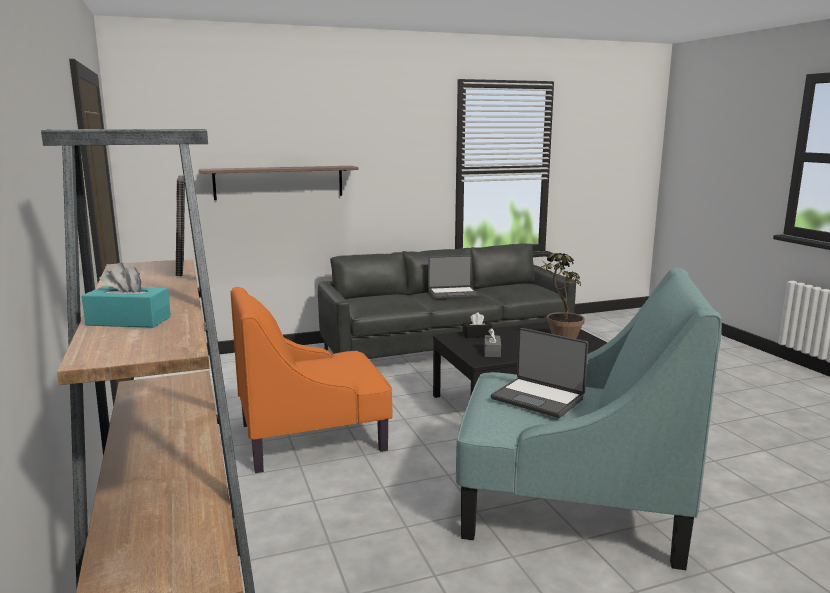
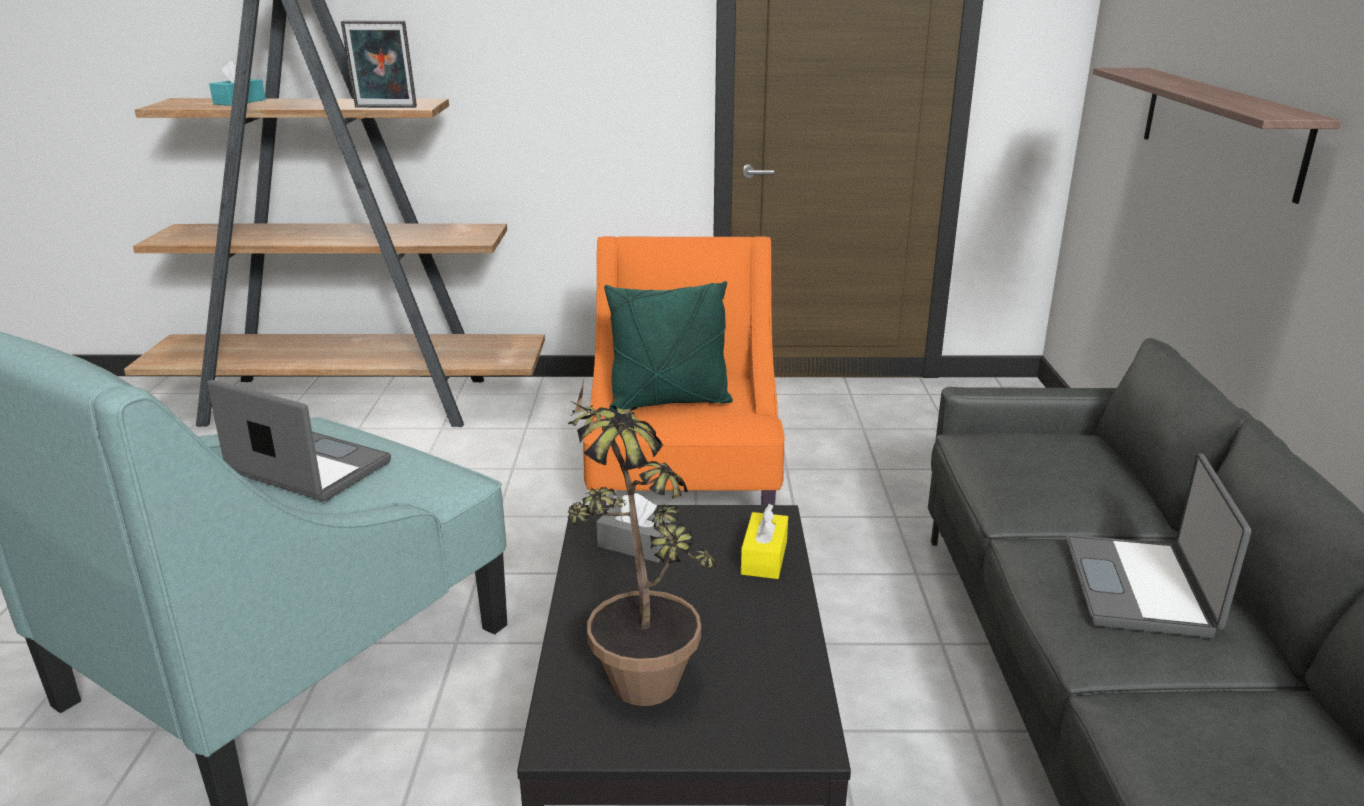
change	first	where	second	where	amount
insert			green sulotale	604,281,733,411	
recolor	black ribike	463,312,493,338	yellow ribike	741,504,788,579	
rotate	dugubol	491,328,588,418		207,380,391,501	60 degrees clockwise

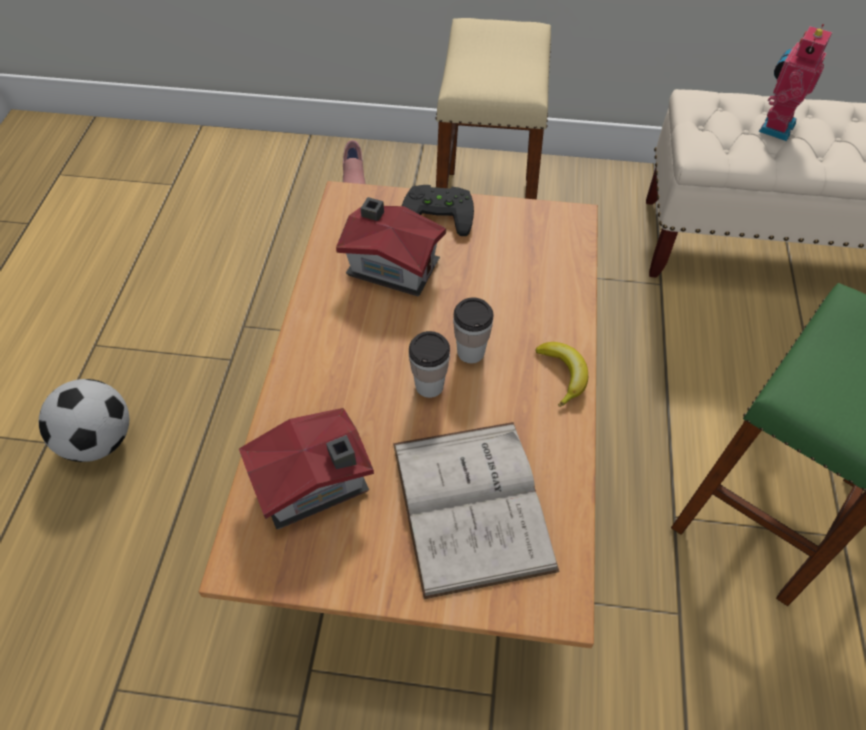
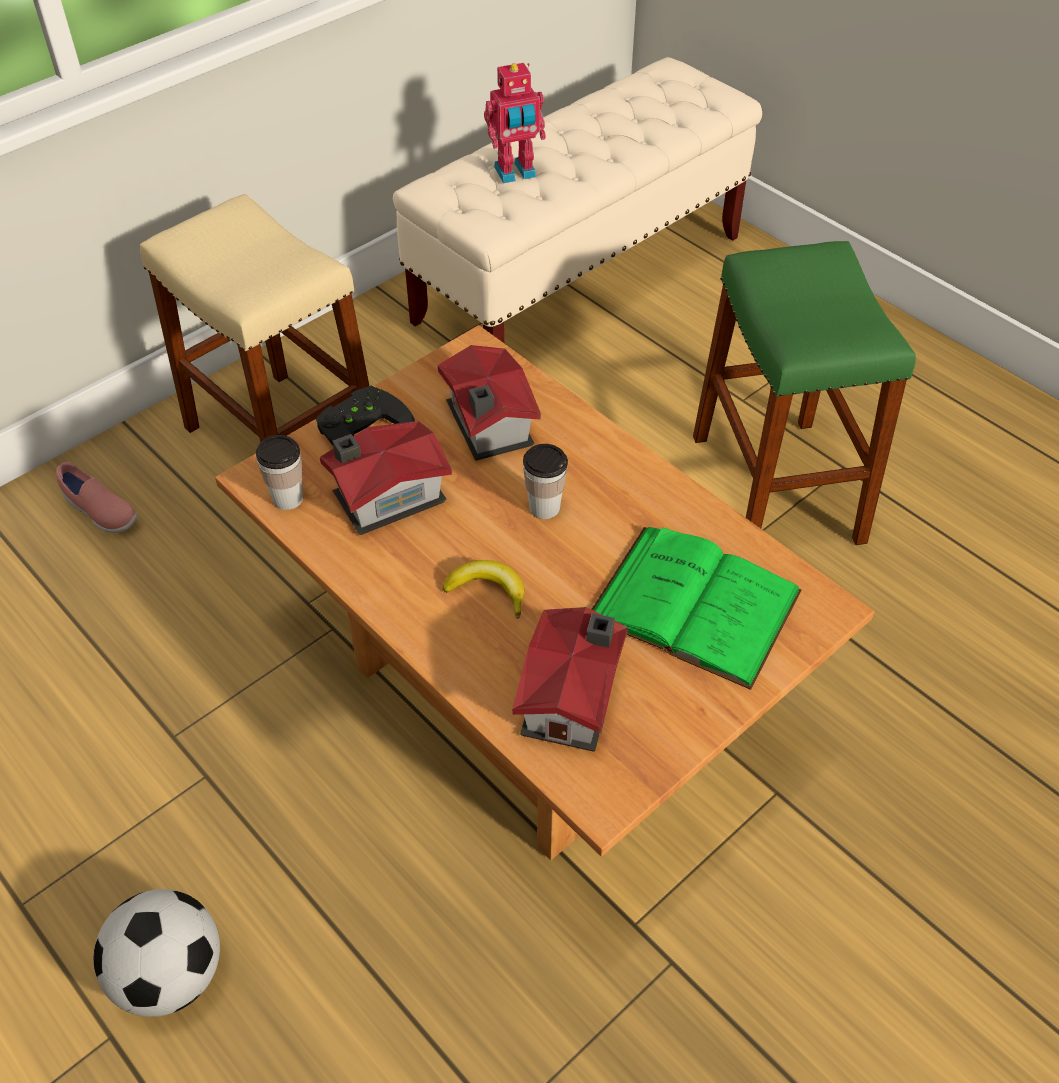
change	first	where	second	where	amount
insert			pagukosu	438,345,541,461	
move	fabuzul	409,331,450,398		256,435,303,510	
move	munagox	535,342,588,407		443,560,525,619	
recolor	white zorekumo	393,422,560,599	green zorekumo	591,527,802,690	
rotate	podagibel	759,24,832,141		484,63,546,183	90 degrees counterclockwise

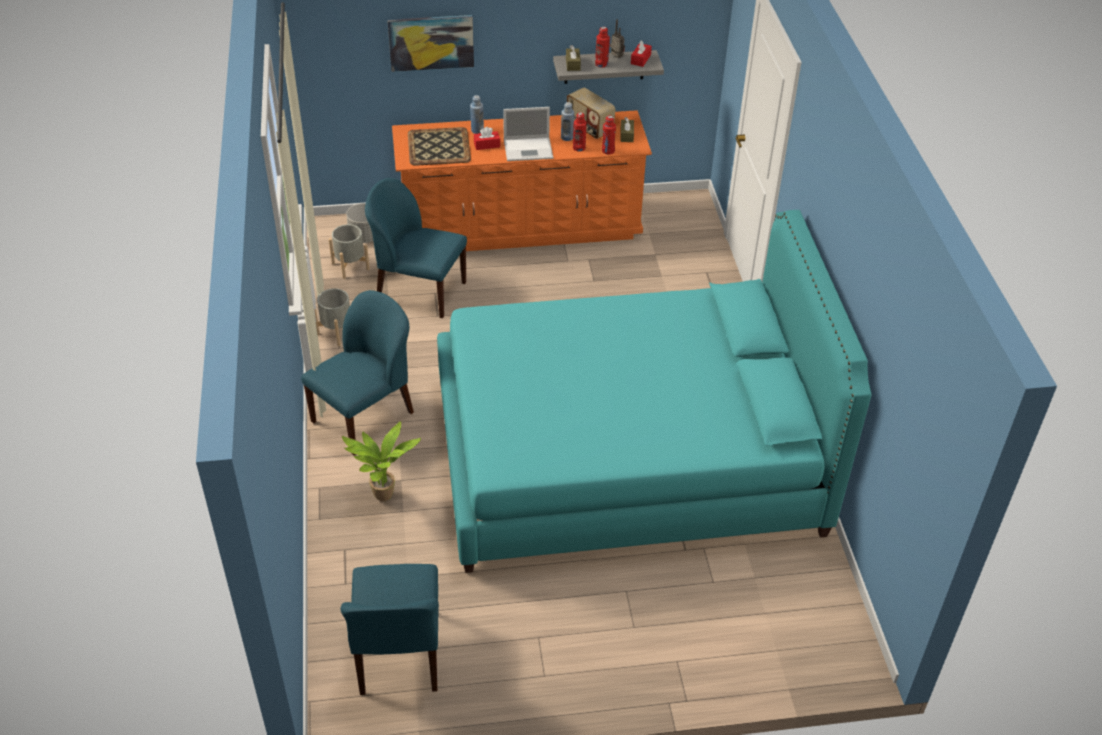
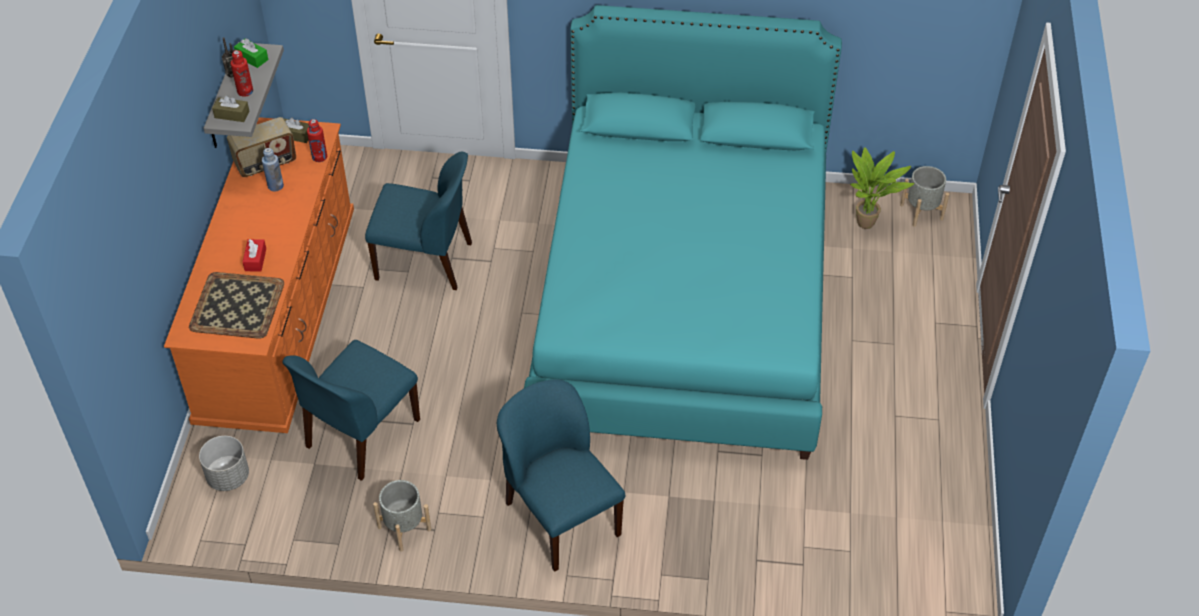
change	first	where	second	where	amount
delete	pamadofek	387,15,474,72			
delete	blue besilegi	470,95,484,134			
delete	dugubol	503,107,553,161			
delete	red besilegi	573,112,587,152			
move	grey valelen	329,224,370,279		900,166,949,227	
move	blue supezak	340,564,439,695		365,152,472,290	
move	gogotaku	342,421,421,501		850,147,914,229	
recolor	red ribike	631,40,652,67	green ribike	234,39,268,68	

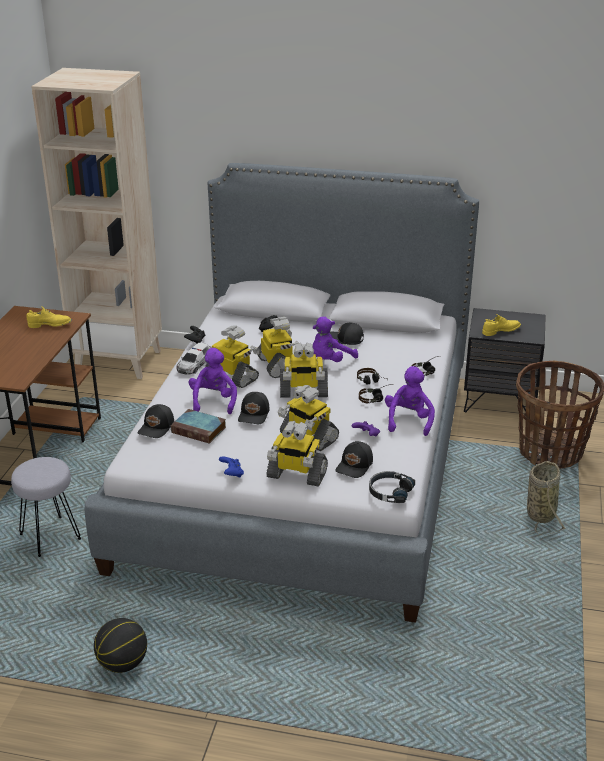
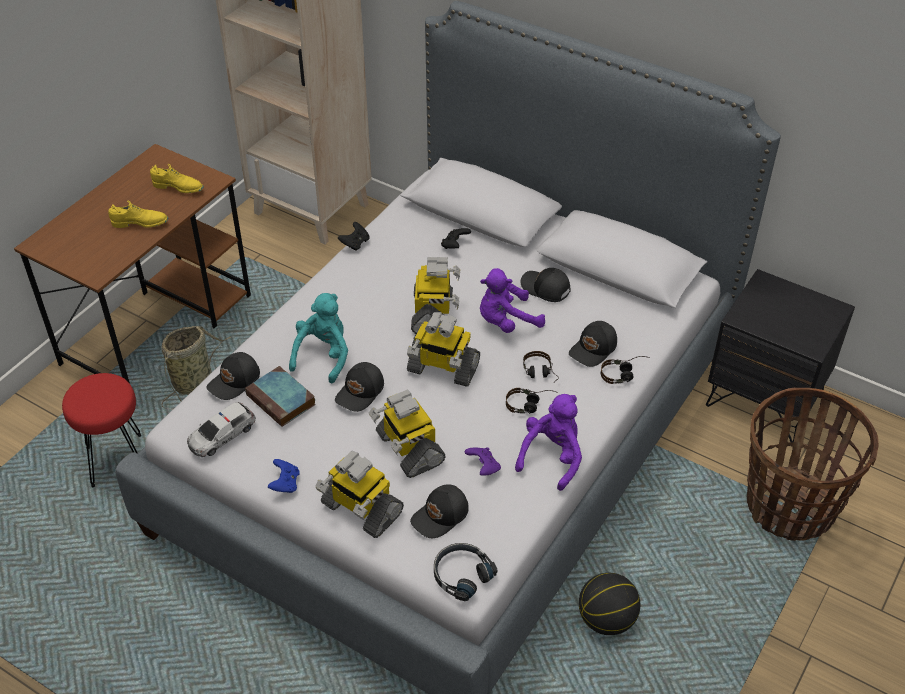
change	first	where	second	where	amount
delete	podagibel	206,325,260,388			
insert			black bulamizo	569,321,617,367	
move	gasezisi	94,618,147,673		579,573,640,635	
move	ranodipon	177,343,212,375		187,402,256,457	
move	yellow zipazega	482,314,521,336		108,201,168,228	
move	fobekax	527,461,566,535		161,326,231,409	
recolor	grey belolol	11,457,81,557	red belolol	62,373,141,488	
recolor	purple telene	189,348,237,414	turquoise telene	289,293,348,383	

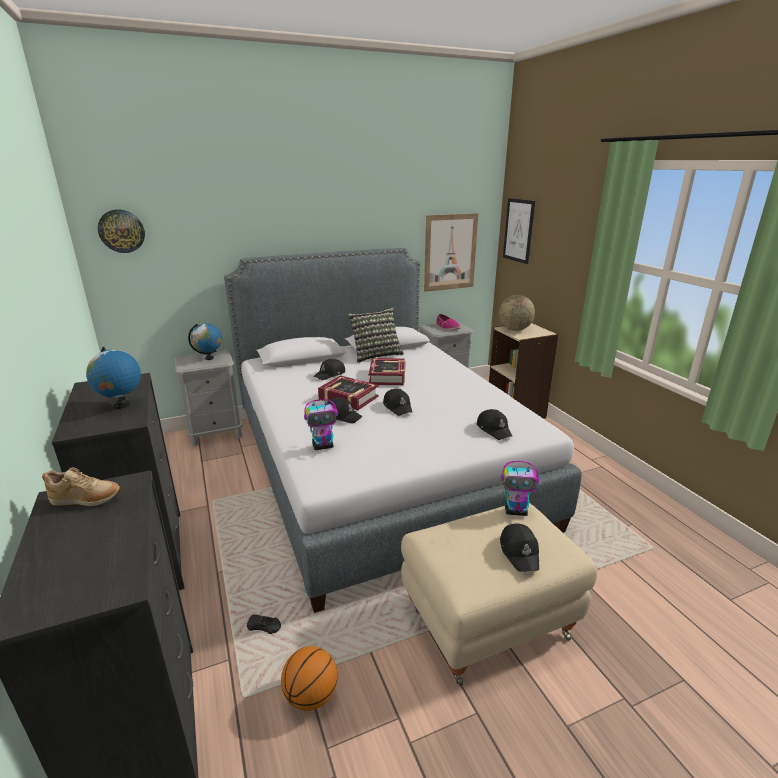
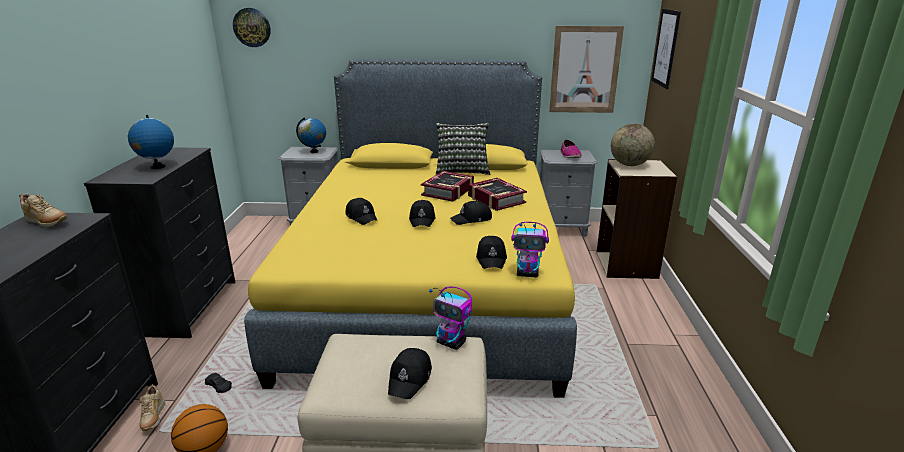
change	first	where	second	where	amount
insert			beige zipazega	139,384,165,431	
move	podagibel	304,399,338,450		511,222,549,278	
move	black bulamizo	313,359,345,380		450,201,492,225	
move	zorekumo	318,375,379,410		468,178,527,211	
recolor	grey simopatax	224,248,582,613	yellow simopatax	244,59,577,398	

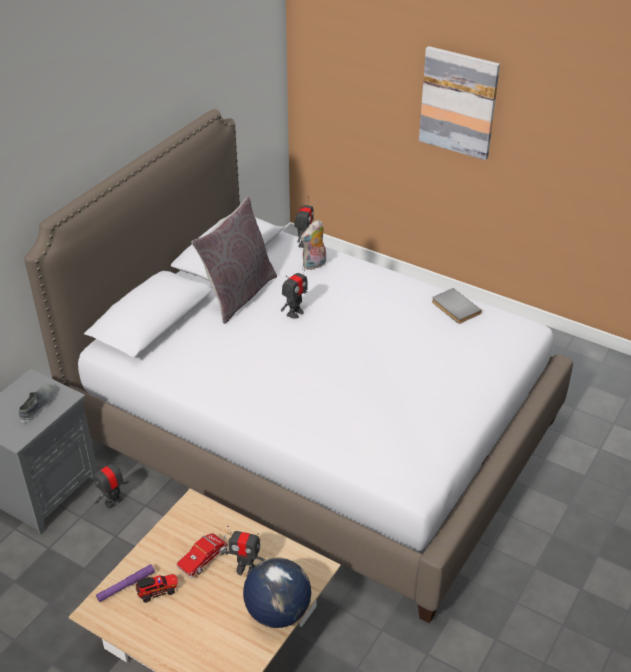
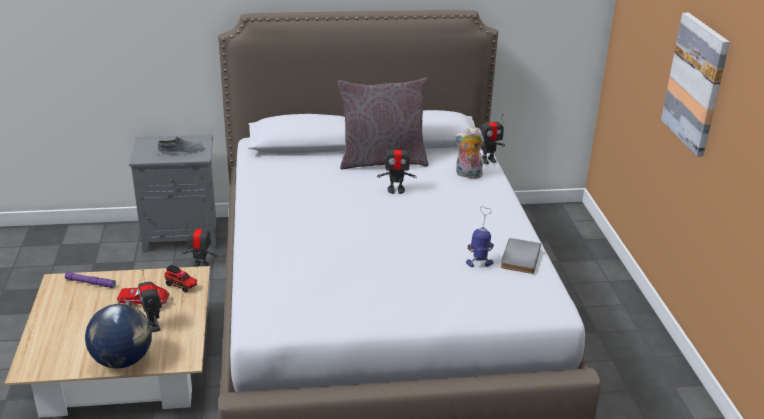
change	first	where	second	where	amount
insert			podagibel	466,206,494,267	
move	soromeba	136,574,178,603		164,265,197,293	

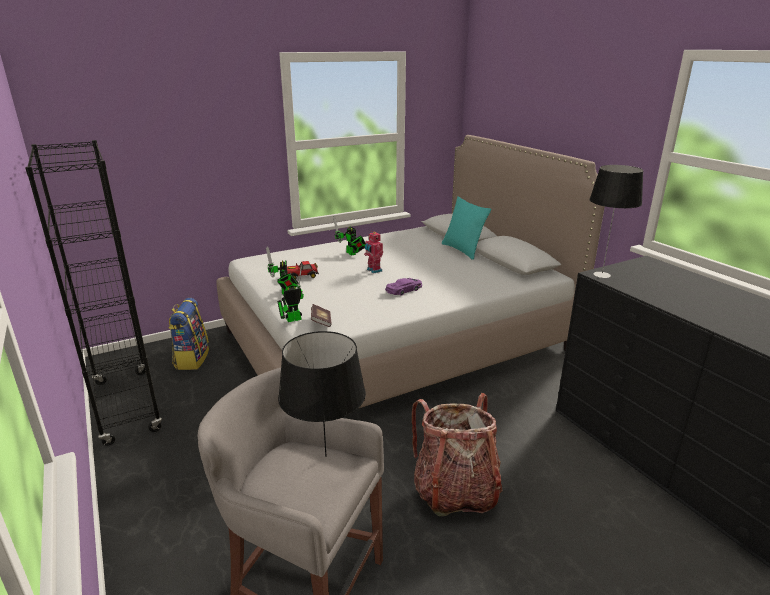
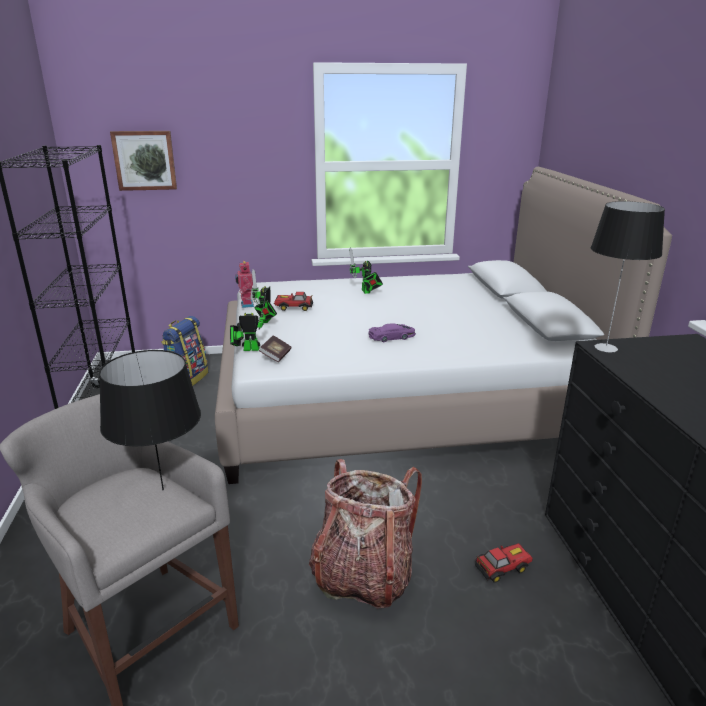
change	first	where	second	where	amount
delete	turquoise sulotale	442,196,491,260			
insert			pamadofek	110,131,177,191	
insert			ranodipon	475,543,533,583	
move	podagibel	364,231,383,274		235,261,254,308	

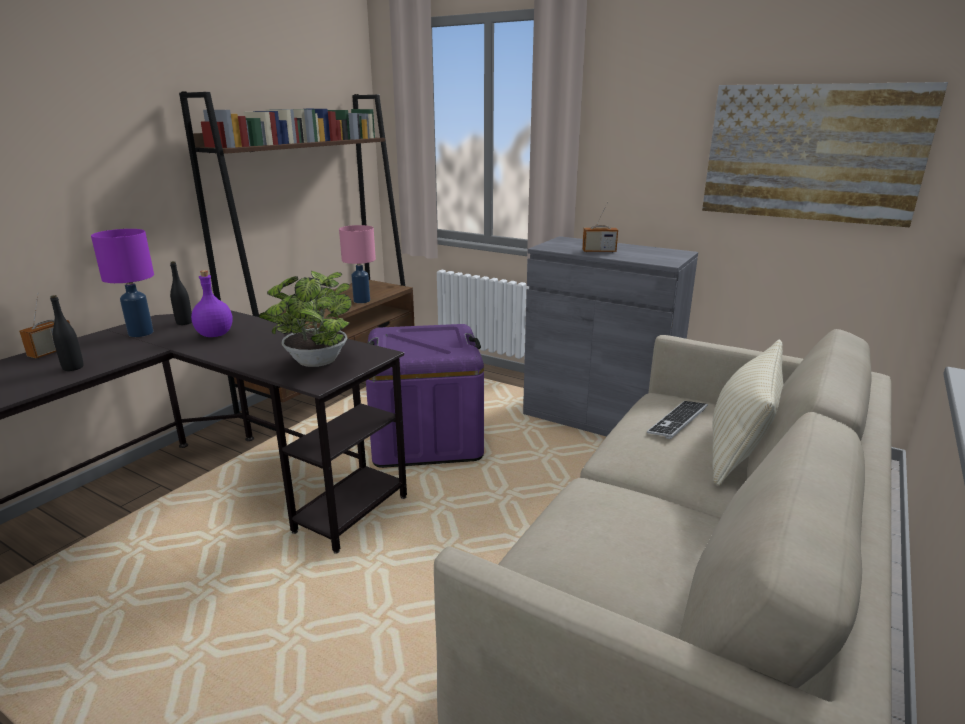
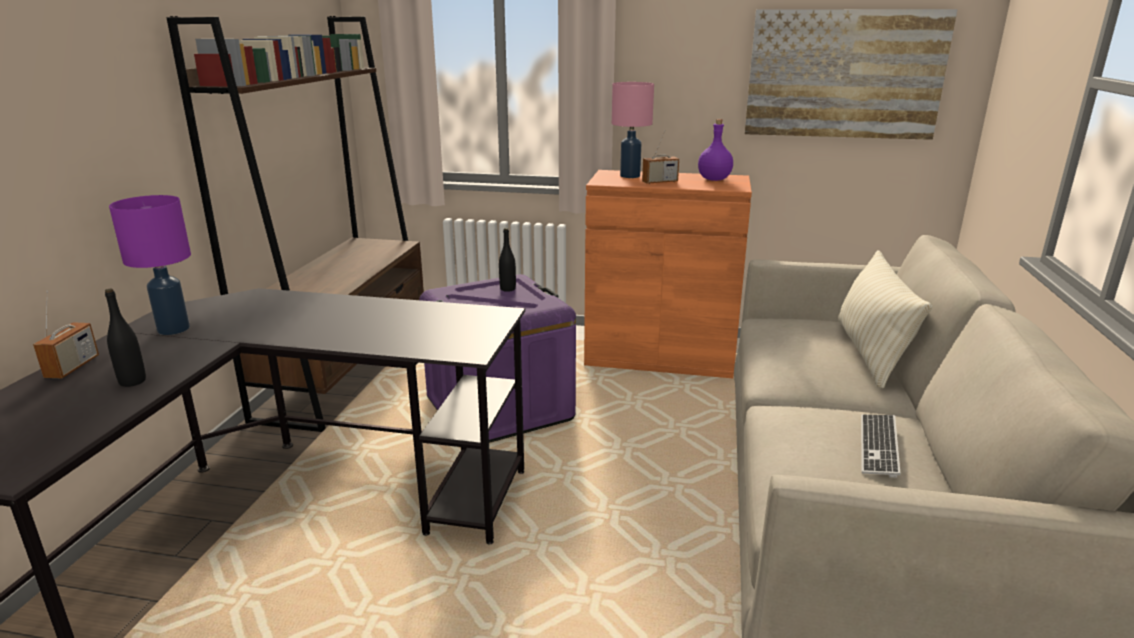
change	first	where	second	where	amount
delete	gogotaku	259,271,352,367			
move	black besilegi	170,261,192,325		499,228,516,292	
move	purple besilegi	191,270,233,337		698,119,733,181	
move	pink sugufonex	339,225,376,303		612,82,654,178	
move	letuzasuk	647,401,708,439		861,415,901,478	
recolor	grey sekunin	523,236,698,437	orange sekunin	584,170,752,378	

